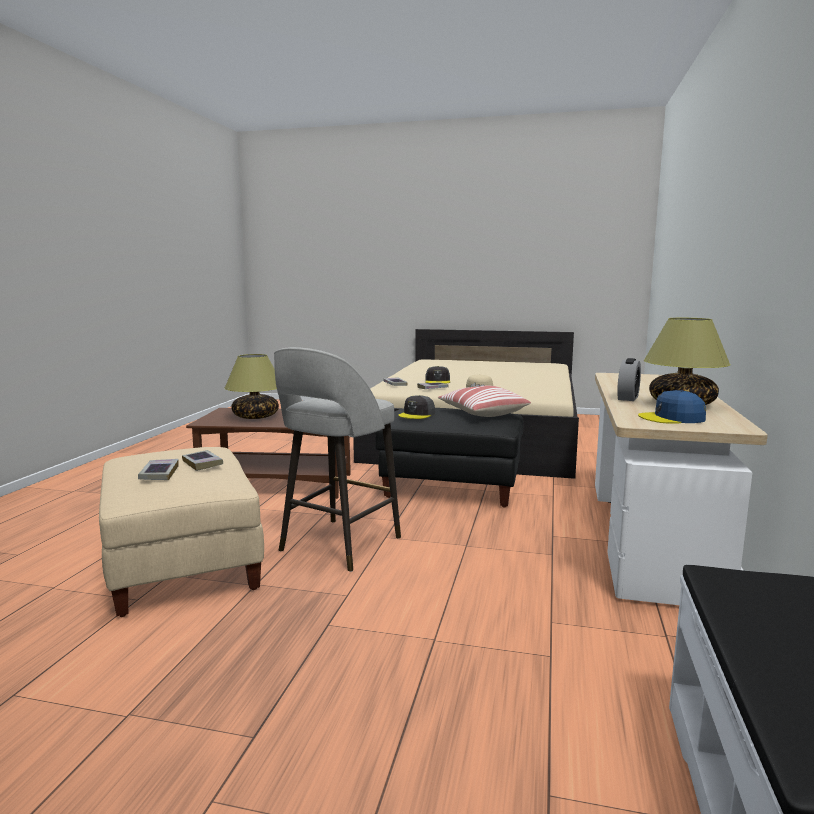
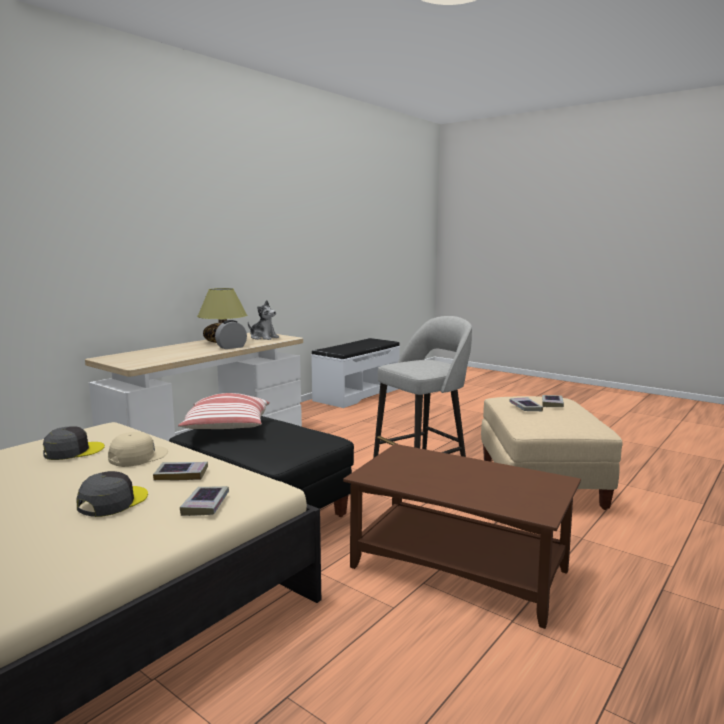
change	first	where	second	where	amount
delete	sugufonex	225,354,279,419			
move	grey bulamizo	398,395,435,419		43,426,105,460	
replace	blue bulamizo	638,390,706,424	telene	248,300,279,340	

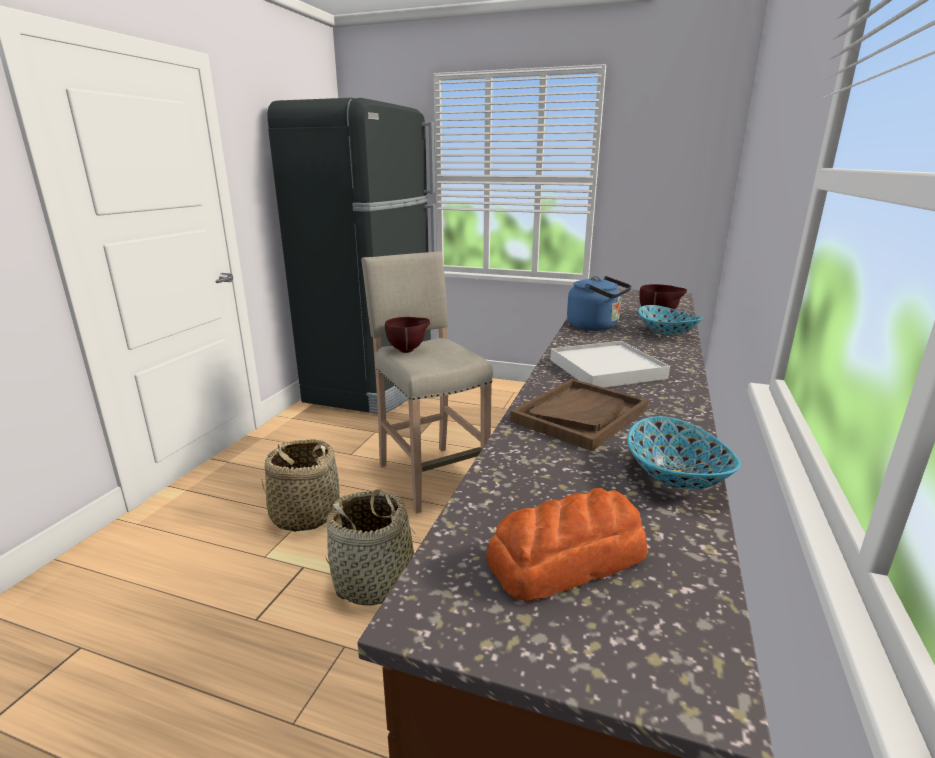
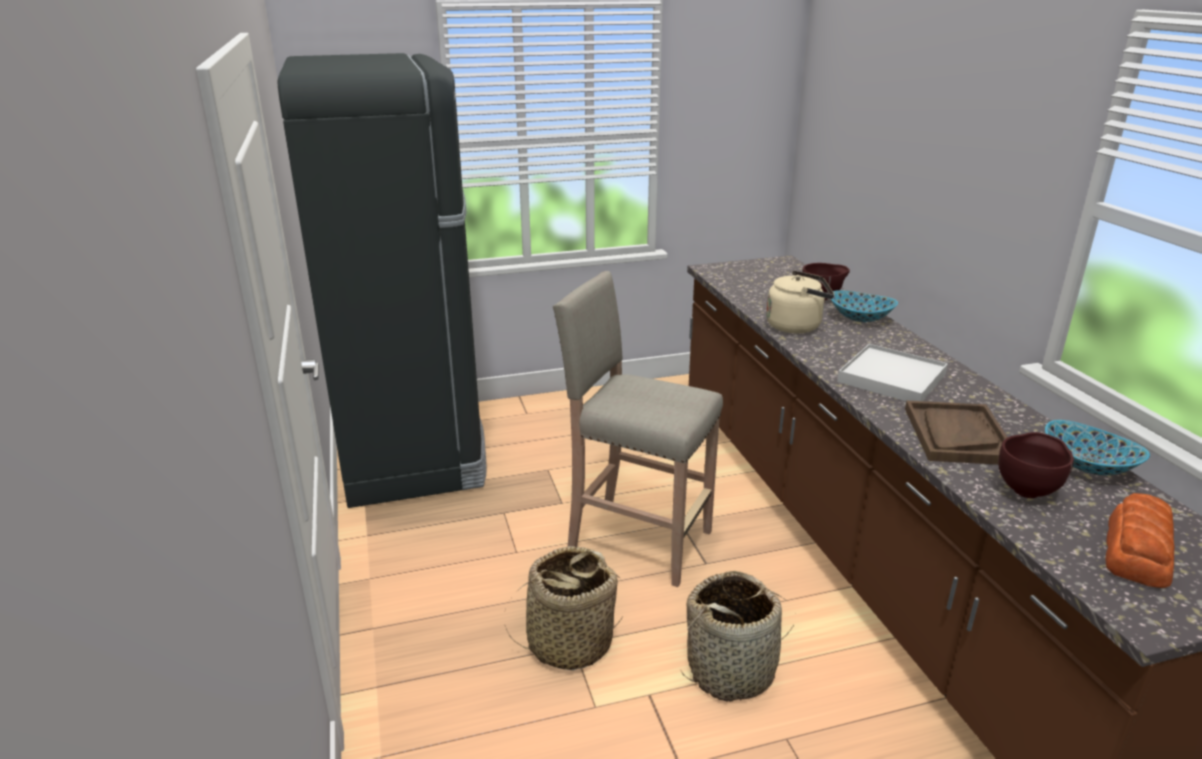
change	first	where	second	where	amount
move	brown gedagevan	385,317,430,353		998,432,1074,498	
recolor	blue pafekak	567,276,632,331	beige pafekak	766,271,834,334	

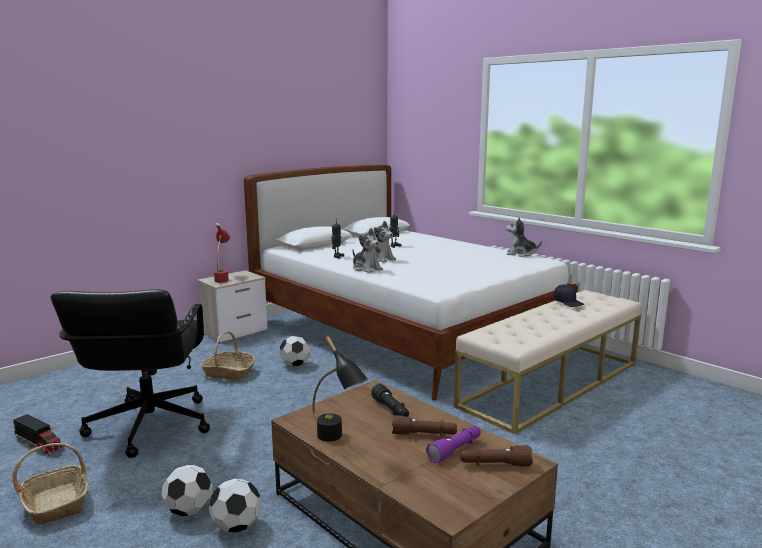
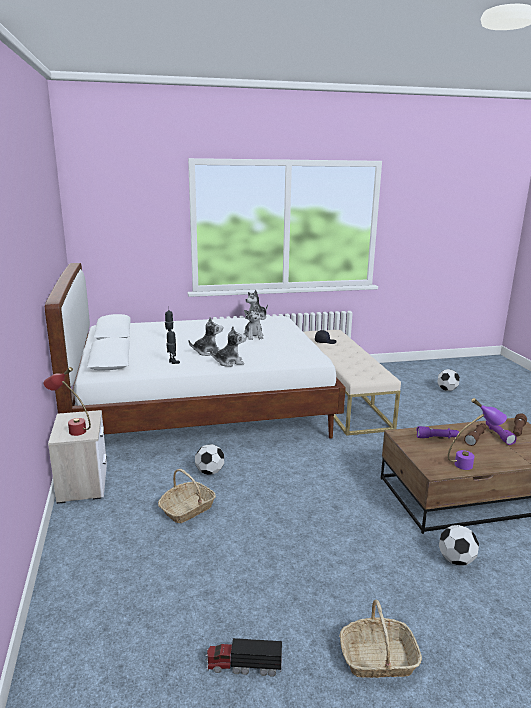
change	first	where	second	where	amount
delete	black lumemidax	51,289,210,458			
insert			telene	243,305,264,340	
move	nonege	161,465,213,516		437,369,460,391	
recolor	black sugufonex	312,336,368,442	purple sugufonex	448,398,507,470	
recolor	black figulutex	371,384,409,417	purple figulutex	416,426,459,438	
rotate	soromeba	13,414,65,456		205,638,282,677	150 degrees counterclockwise

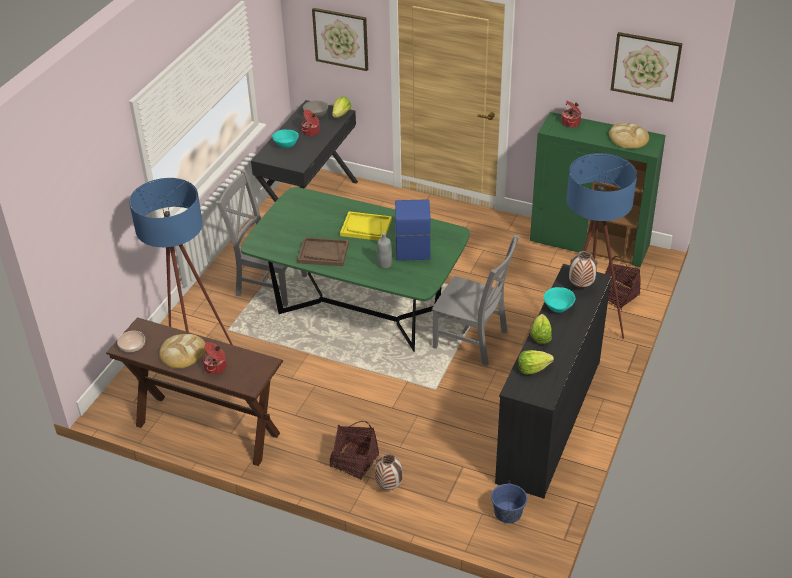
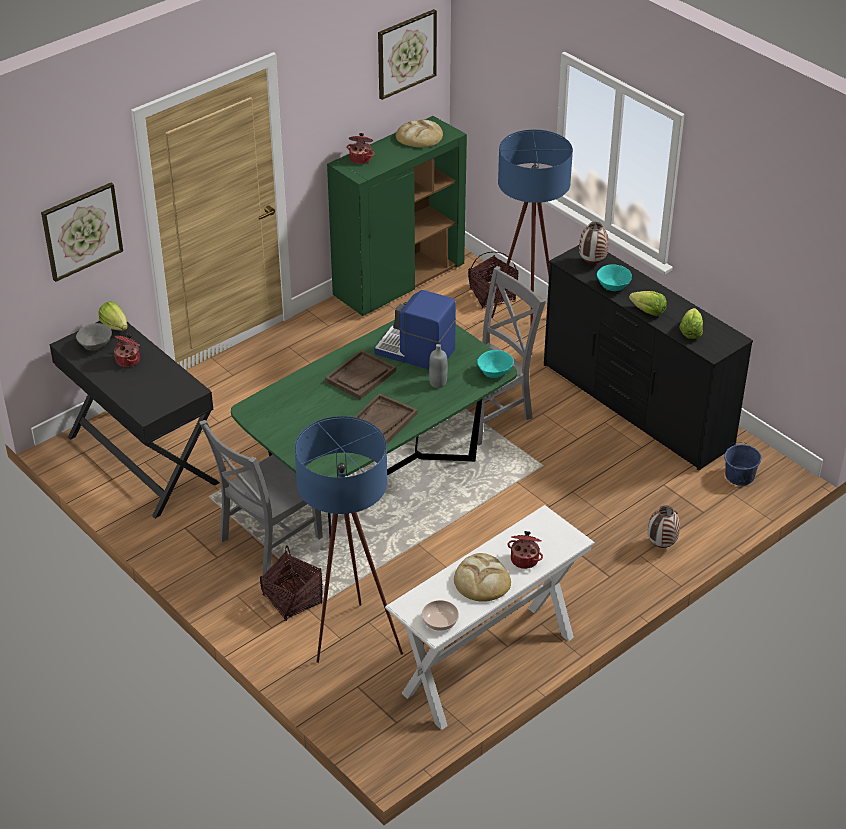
change	first	where	second	where	amount
move	turquoise gedagevan	272,129,299,148		477,350,514,378	
move	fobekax	329,421,379,480		260,545,323,621	
recolor	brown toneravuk	106,317,283,466	white toneravuk	385,505,595,730	
recolor	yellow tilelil	340,211,392,241	brown tilelil	325,350,396,400	

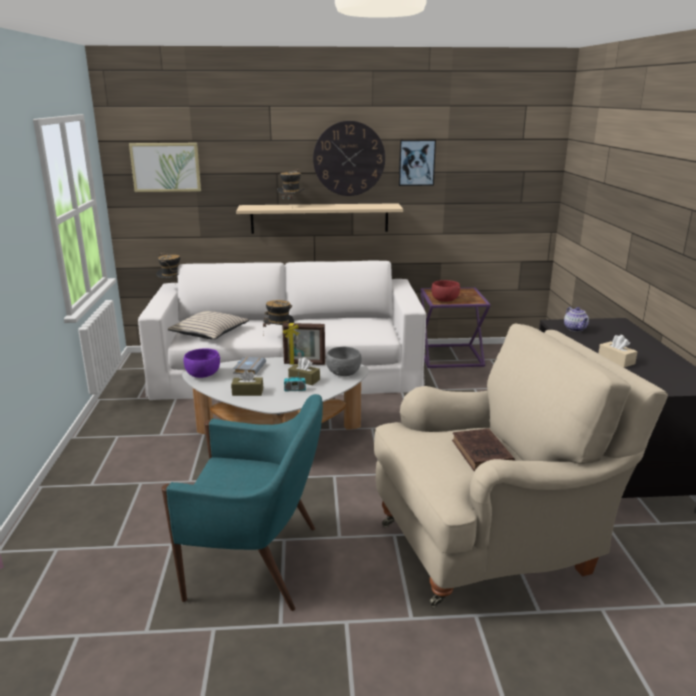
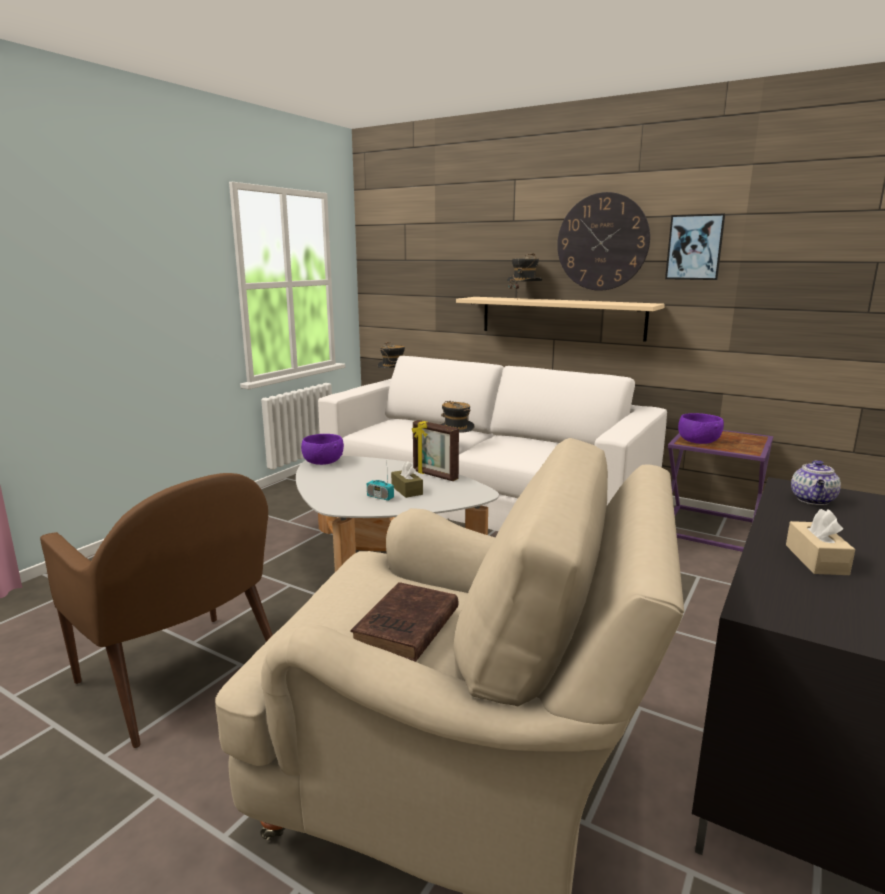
change	first	where	second	where	amount
delete	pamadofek	129,143,201,192			
delete	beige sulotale	168,311,249,339			
delete	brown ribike	231,370,263,396			
delete	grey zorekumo	233,356,266,375			
delete	grey gedagevan	325,347,361,376			
recolor	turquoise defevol	162,394,323,611	brown defevol	40,473,273,748	
recolor	red gedagevan	431,280,460,302	purple gedagevan	678,413,724,444	

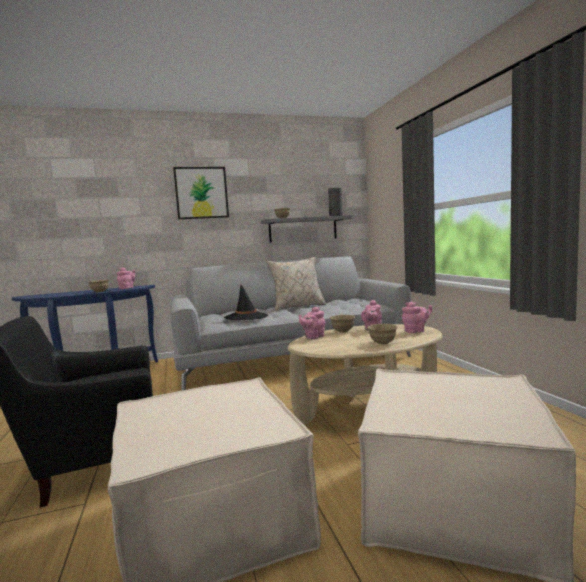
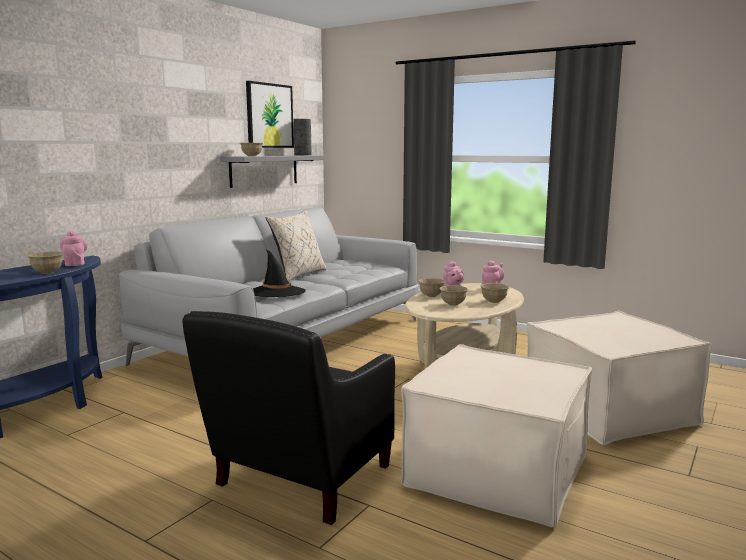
change	first	where	second	where	amount
delete	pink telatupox	299,307,325,339			
insert			beige gedagevan	440,285,468,306	
move	pamadofek	173,167,229,219		246,81,294,148	

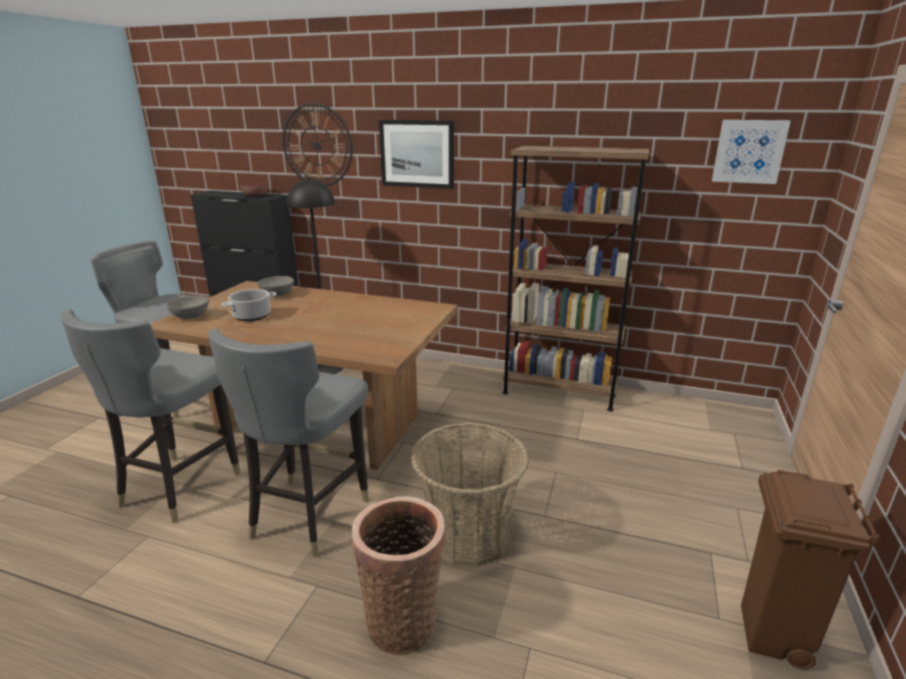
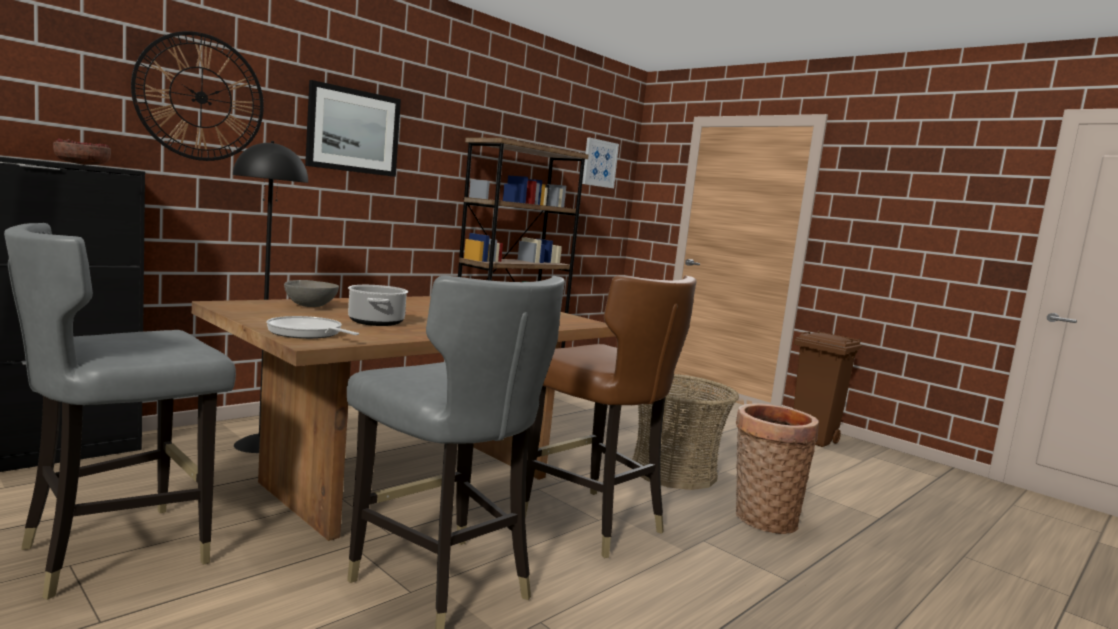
change	first	where	second	where	amount
replace	grey gedagevan	166,296,209,319	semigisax	266,316,359,339	
recolor	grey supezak	208,328,369,557	brown supezak	525,275,696,558	

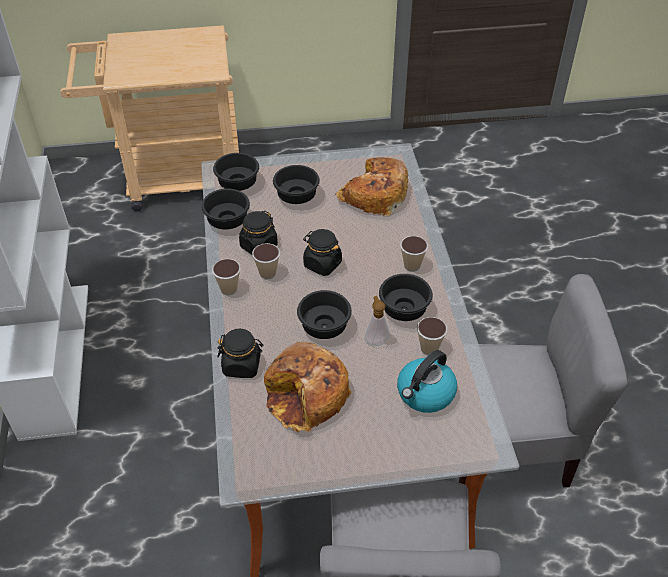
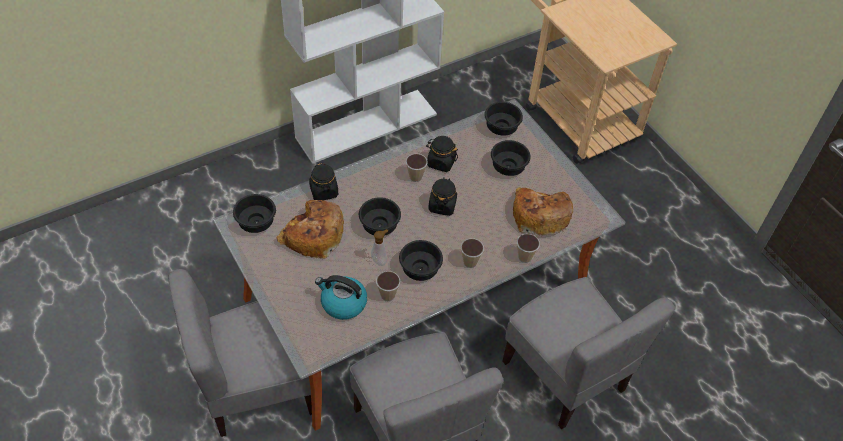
change	first	where	second	where	amount
insert			grey supezak	503,277,675,429	
move	black gedagevan	201,189,250,230		233,194,276,233	
move	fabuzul	212,259,240,295		517,234,540,263	

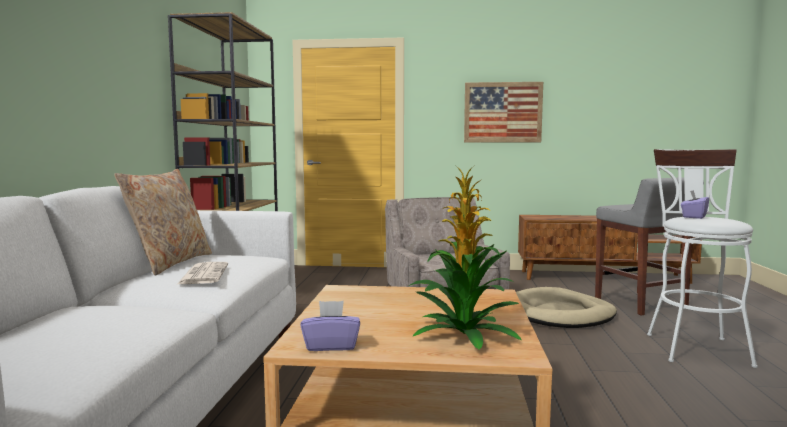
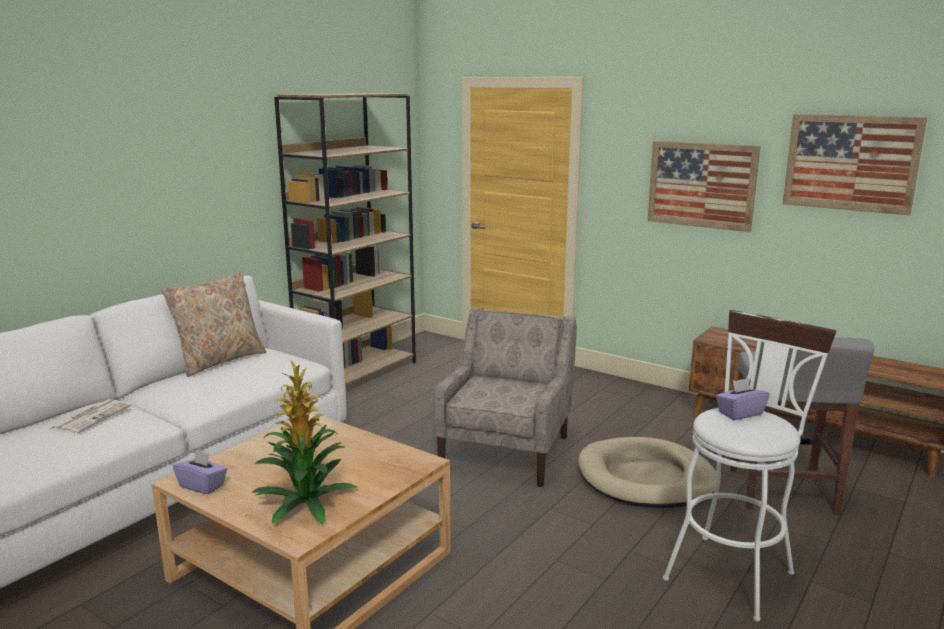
change	first	where	second	where	amount
insert			pamadofek	783,114,927,215	
move	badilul	177,262,228,284		49,399,131,434	

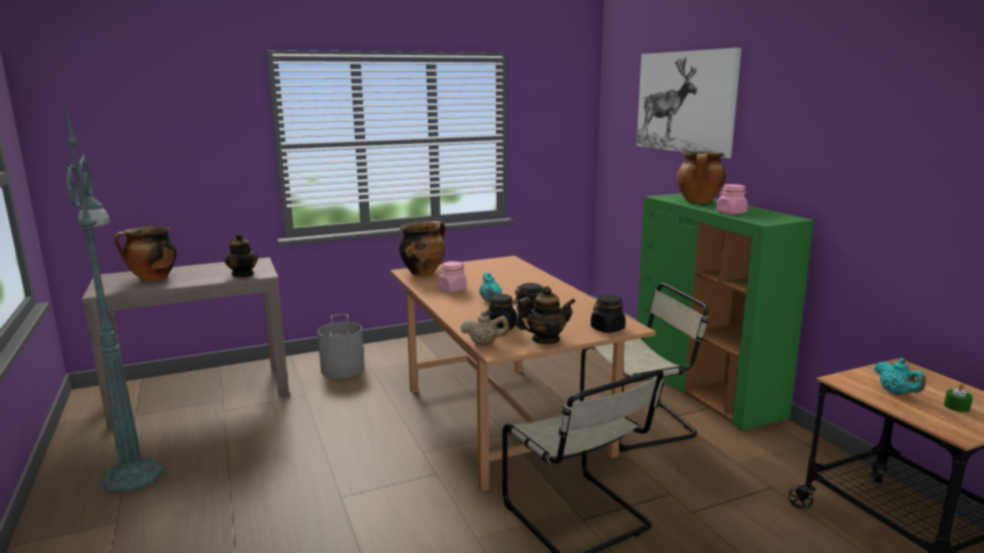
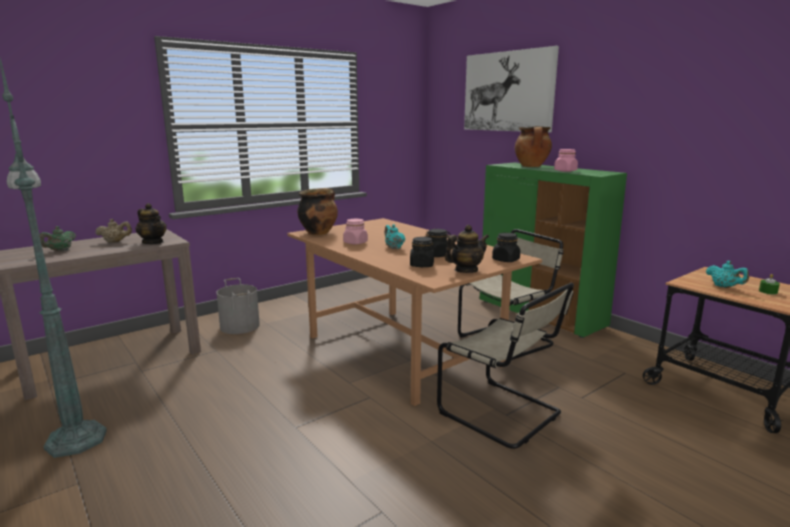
change	first	where	second	where	amount
move	beige telatupox	461,311,509,345		95,219,132,243	
replace	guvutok	114,226,177,282	green telatupox	39,226,76,252	

